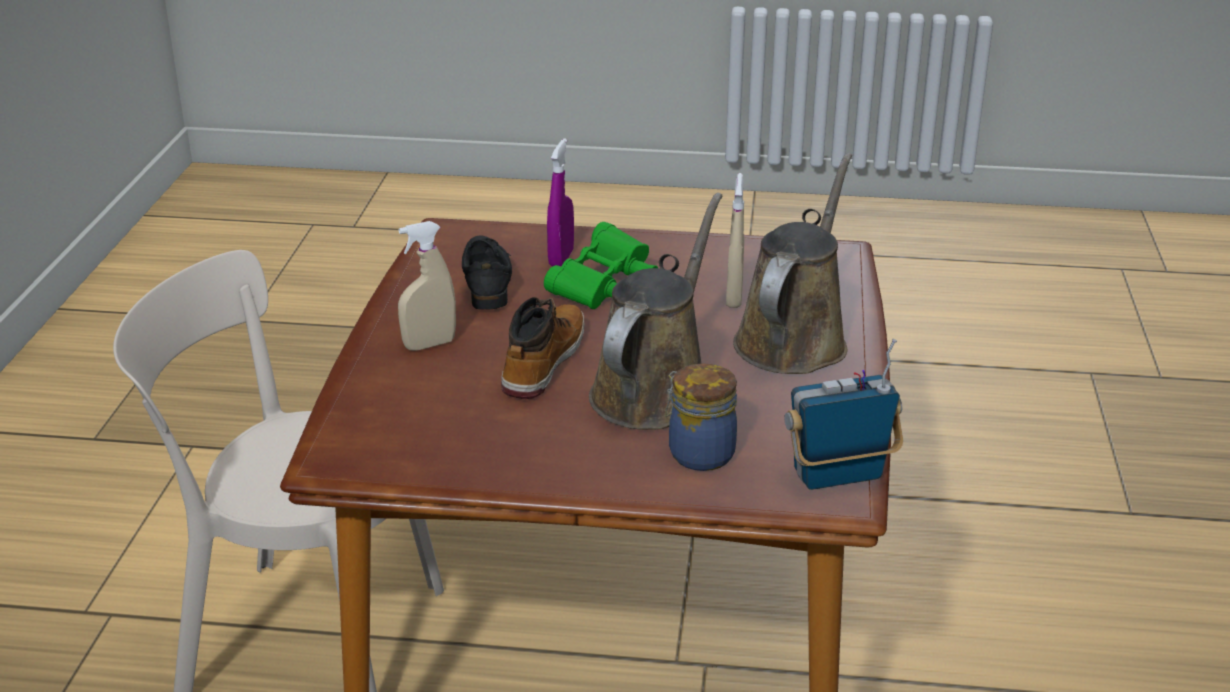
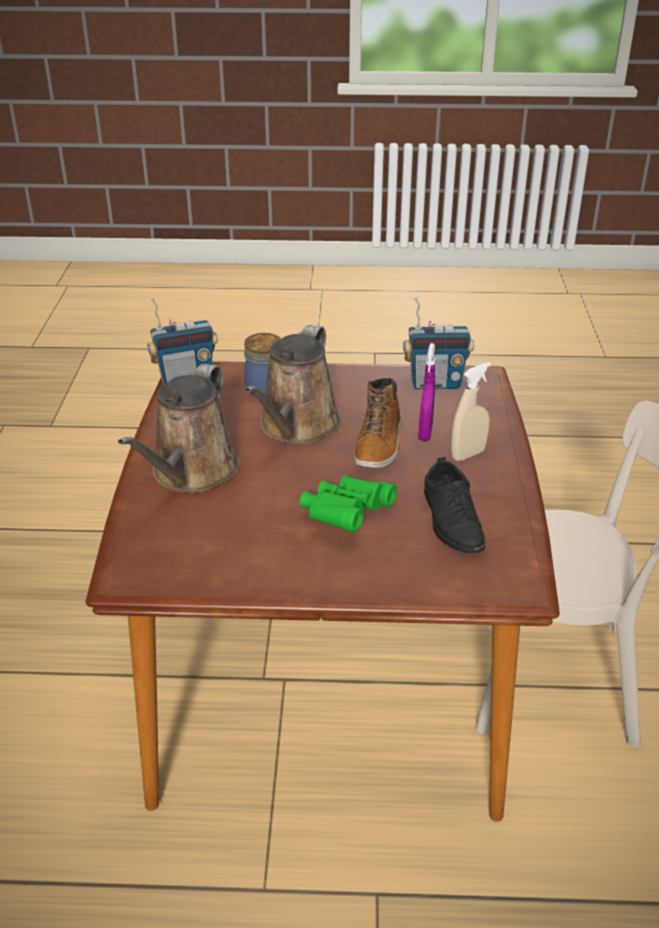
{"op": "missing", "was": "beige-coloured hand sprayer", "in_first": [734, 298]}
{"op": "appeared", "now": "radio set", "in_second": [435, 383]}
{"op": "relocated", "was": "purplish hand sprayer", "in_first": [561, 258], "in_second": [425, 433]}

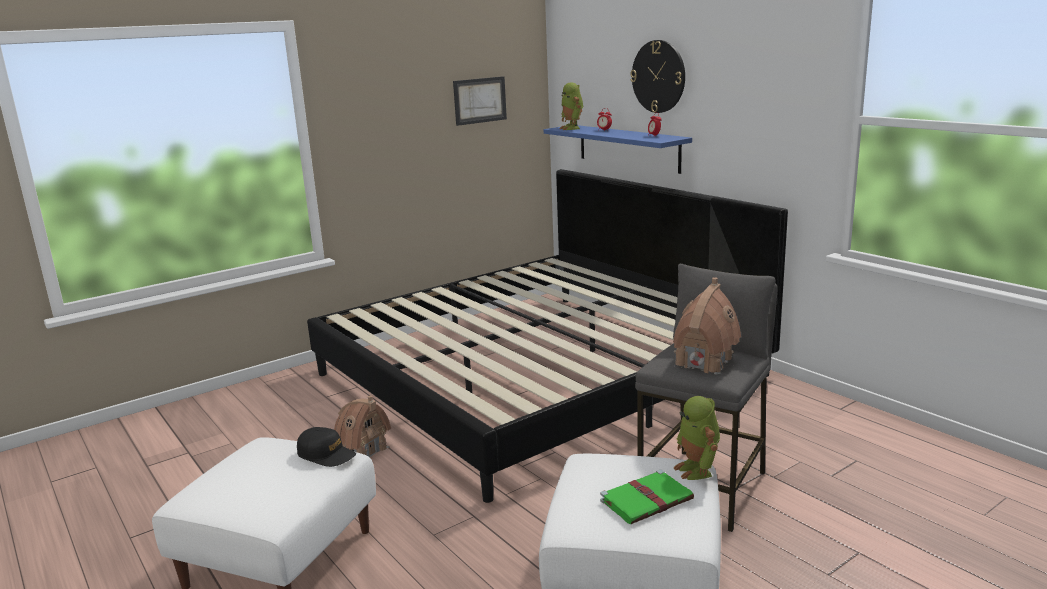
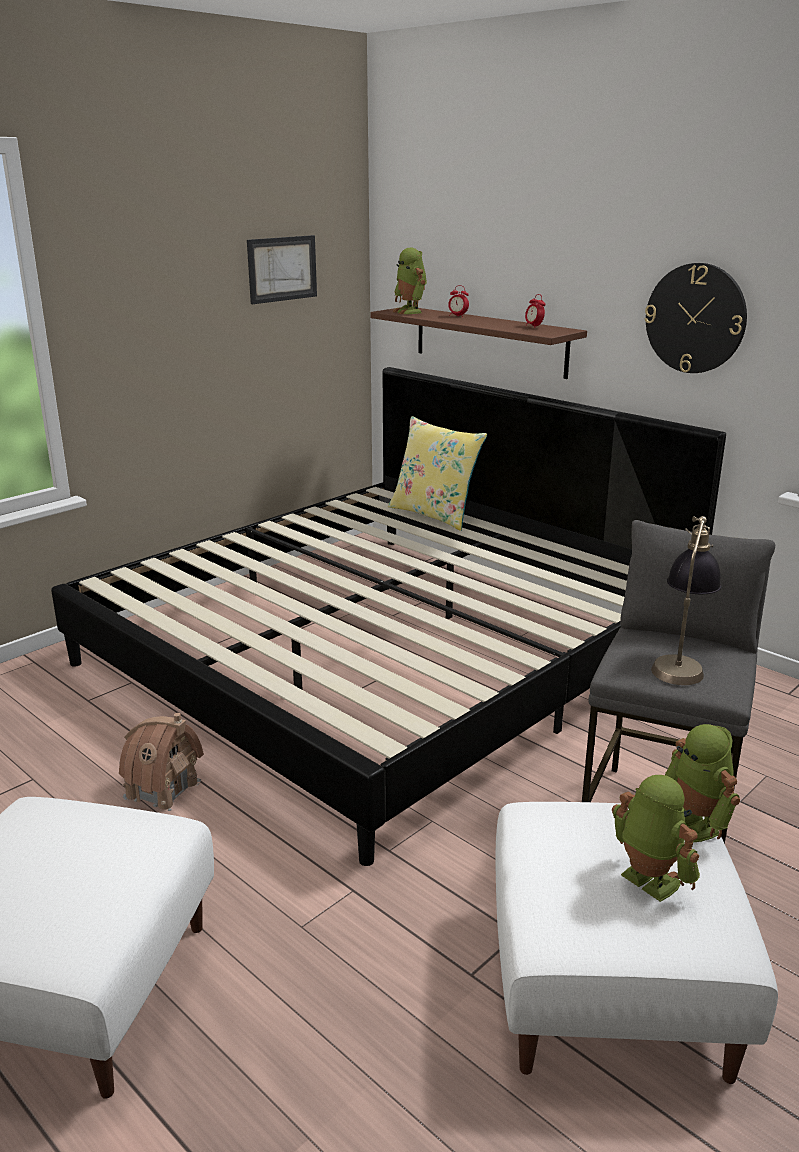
{"op": "missing", "was": "black peaked cap", "in_first": [326, 455]}
{"op": "appeared", "now": "yellowish pillow", "in_second": [434, 514]}
{"op": "relocated", "was": "hanging clock", "in_first": [658, 76], "in_second": [695, 318]}
{"op": "exchanged", "was": "greenish bound book", "now": "robot figure", "in_first": [647, 500], "in_second": [647, 882]}
{"op": "exchanged", "was": "toy house", "now": "tabletop lamp", "in_first": [703, 361], "in_second": [681, 662]}
{"op": "colour", "was": "blue shelf", "now": "brownish shelf", "in_first": [628, 148], "in_second": [489, 341]}

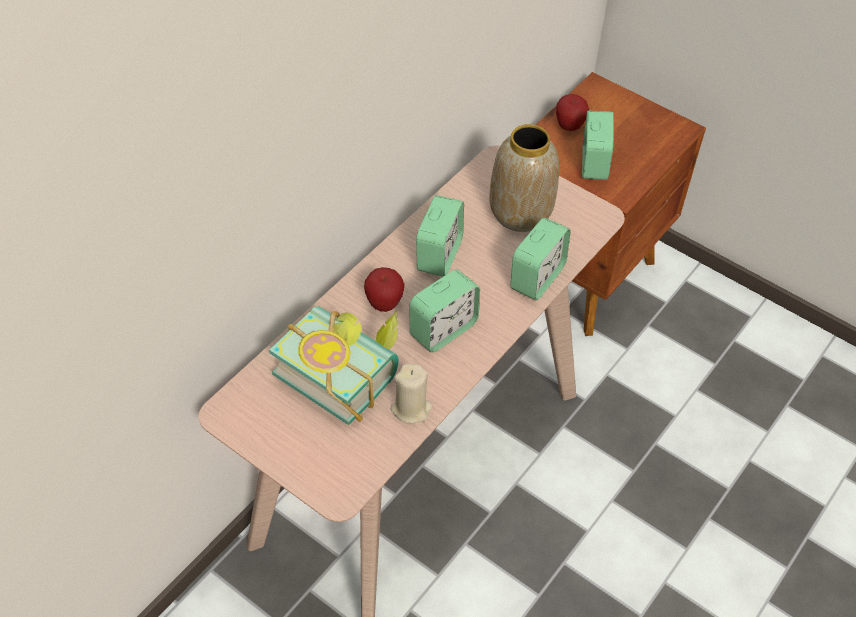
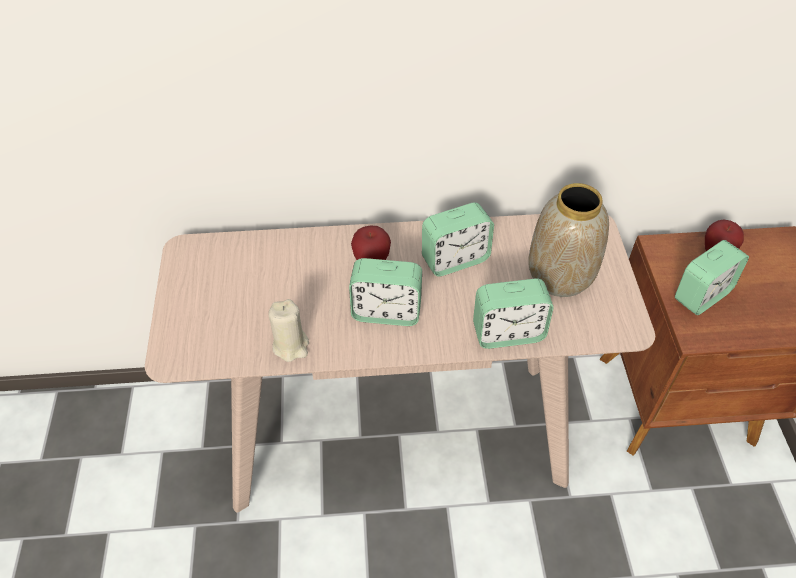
{"op": "missing", "was": "bound book", "in_first": [343, 370]}

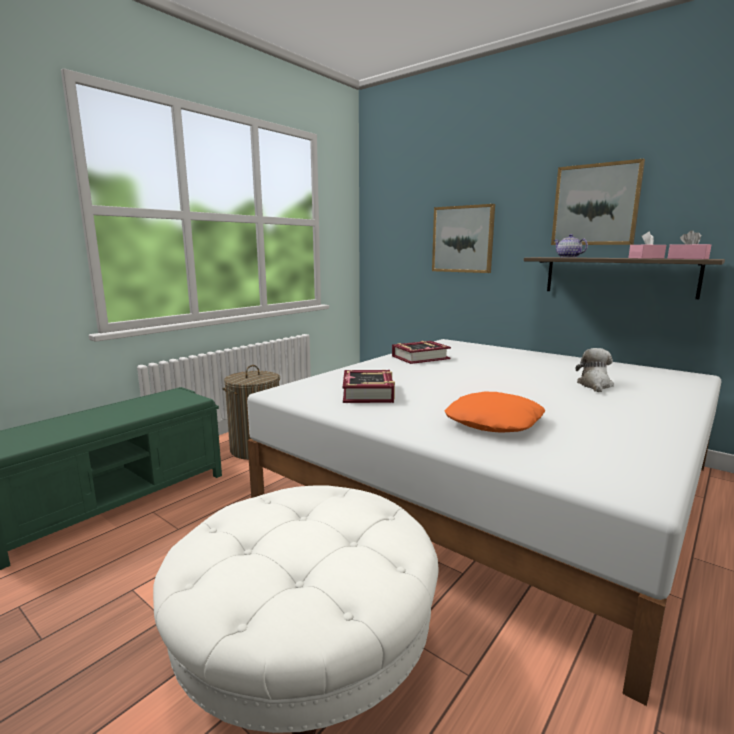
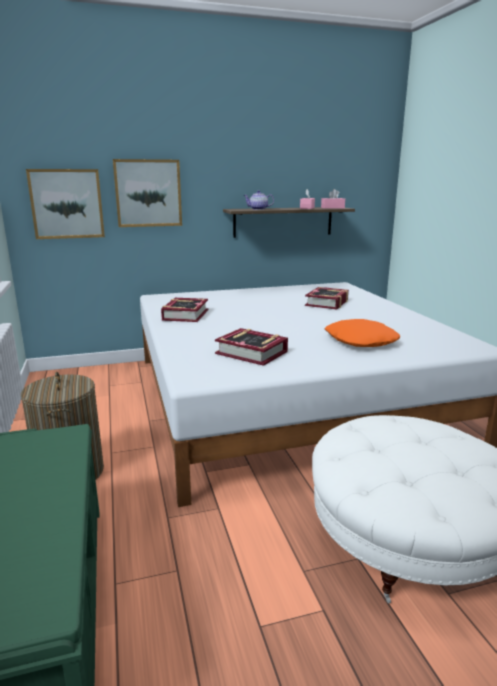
{"op": "relocated", "was": "picture", "in_first": [595, 205], "in_second": [67, 204]}
{"op": "exchanged", "was": "soft toy", "now": "bound book", "in_first": [594, 385], "in_second": [327, 303]}

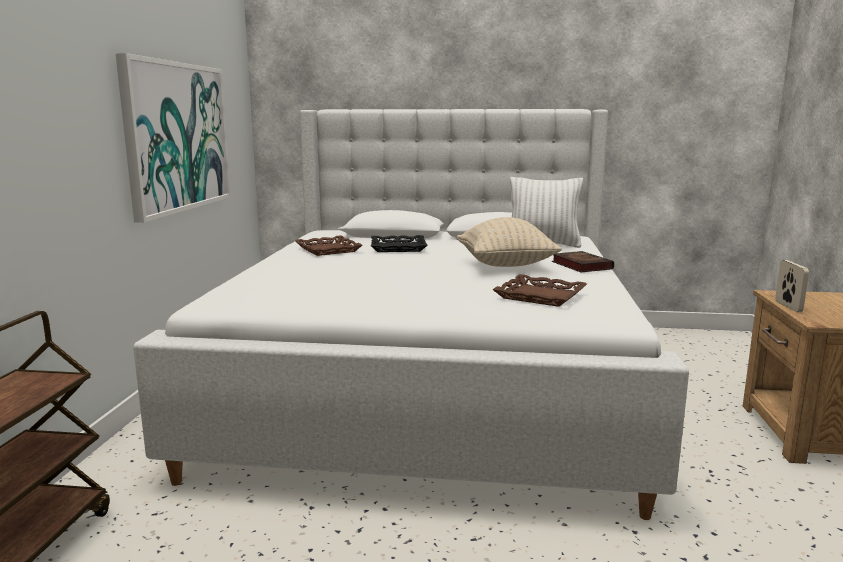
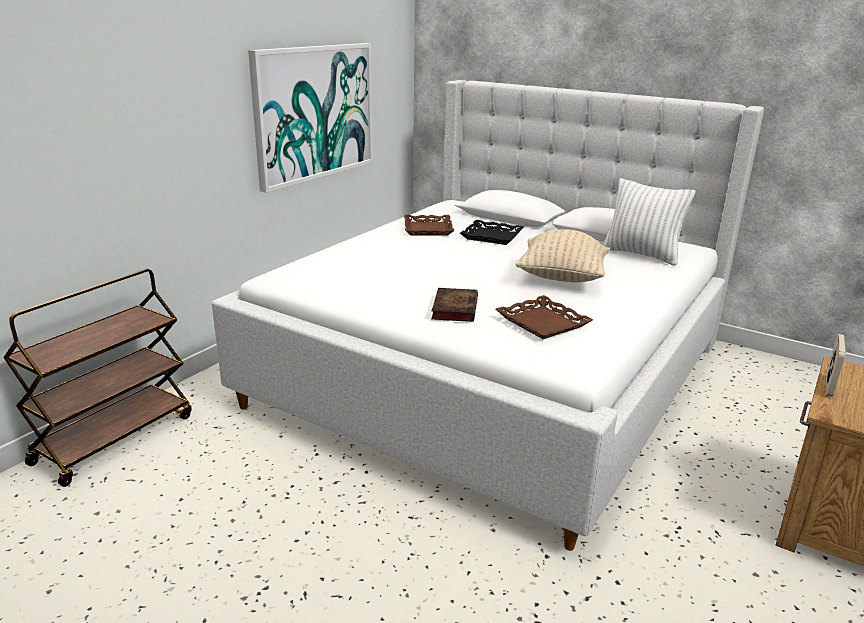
{"op": "relocated", "was": "bound book", "in_first": [580, 265], "in_second": [454, 308]}

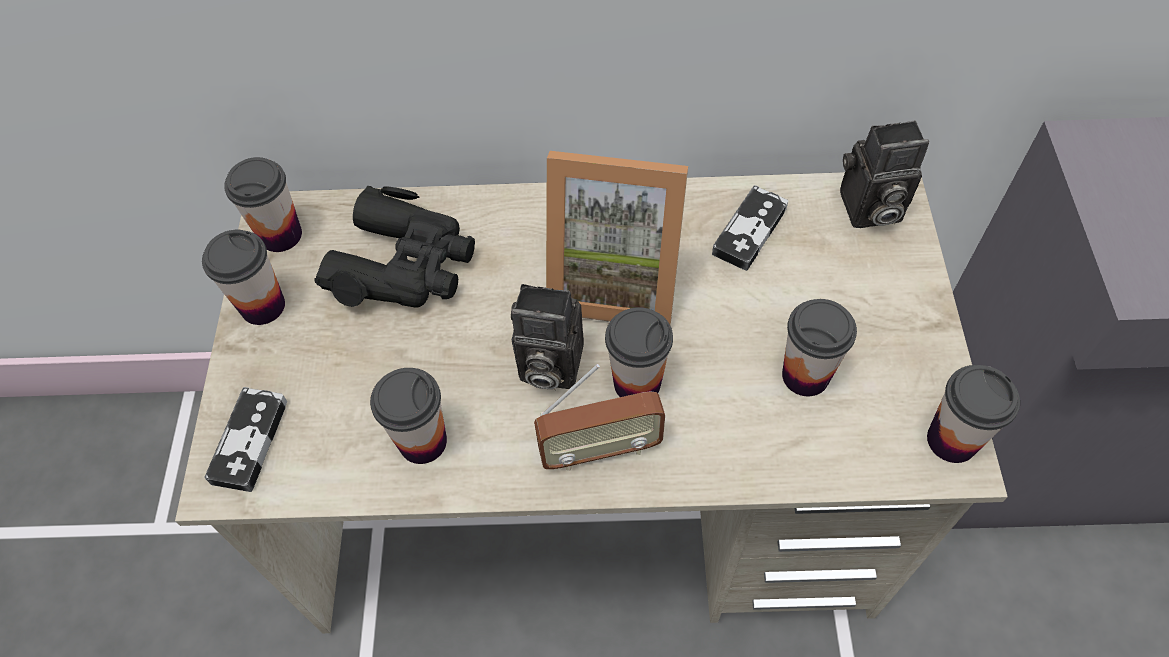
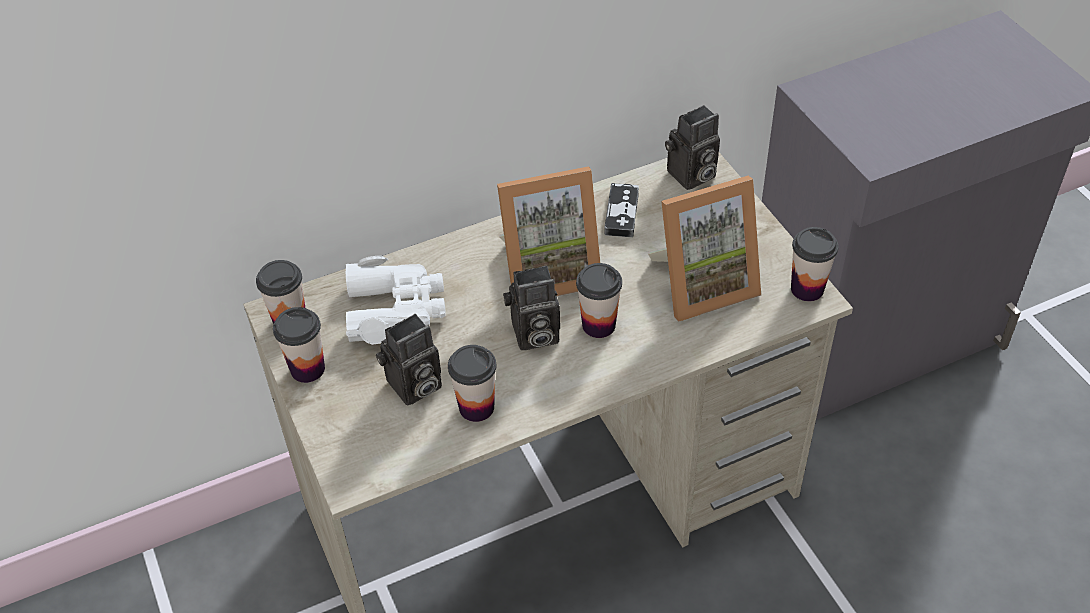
{"op": "missing", "was": "gamepad", "in_first": [250, 441]}
{"op": "missing", "was": "radio set", "in_first": [600, 450]}
{"op": "appeared", "now": "still camera", "in_second": [413, 387]}
{"op": "exchanged", "was": "drinking cup", "now": "picture frame", "in_first": [805, 375], "in_second": [702, 284]}
{"op": "colour", "was": "black pair of binoculars", "now": "whitish pair of binoculars", "in_first": [405, 264], "in_second": [396, 309]}

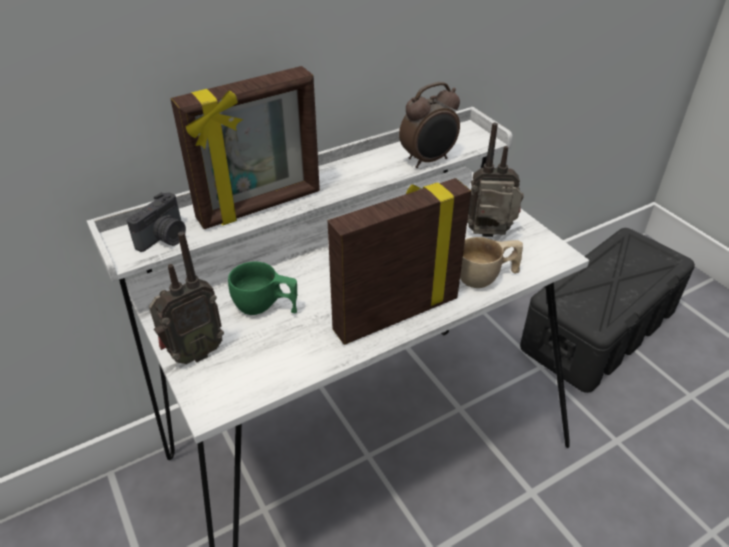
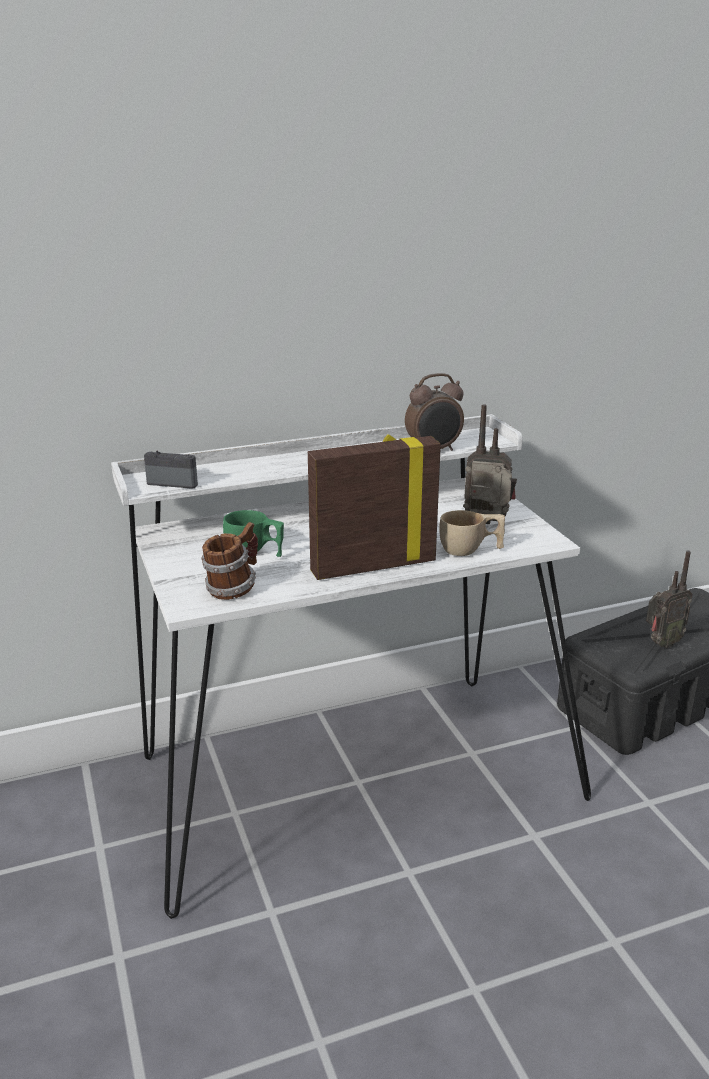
{"op": "missing", "was": "picture frame", "in_first": [260, 207]}
{"op": "appeared", "now": "coffee mug", "in_second": [233, 588]}
{"op": "relocated", "was": "radio set", "in_first": [193, 354], "in_second": [661, 643]}
{"op": "spun", "was": "still camera", "in_first": [165, 238], "in_second": [175, 481], "clockwise": -120}

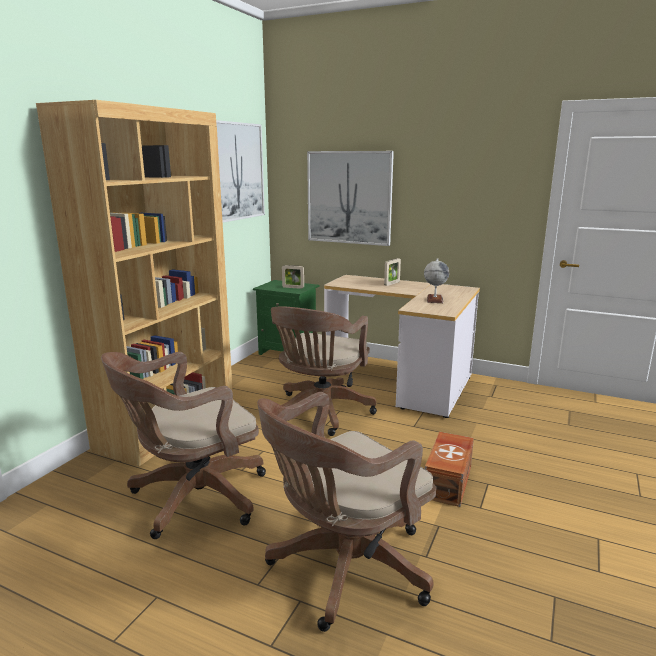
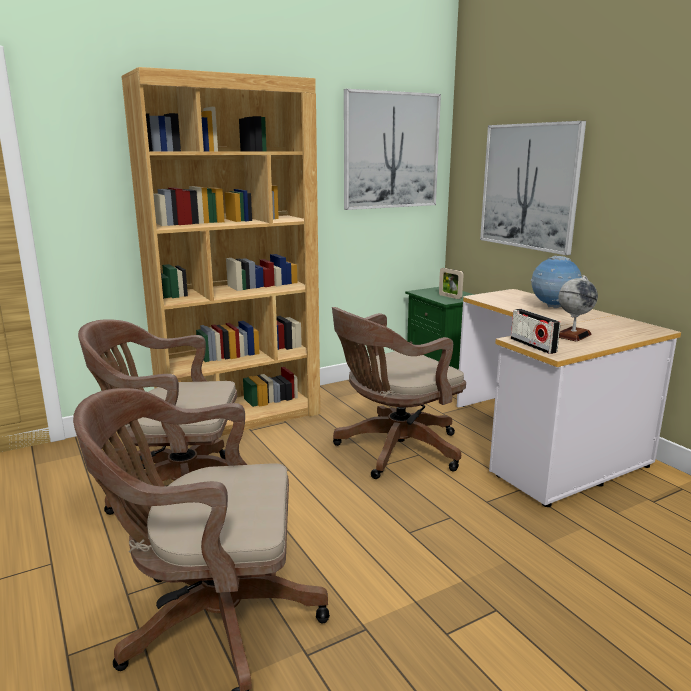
{"op": "missing", "was": "brownish storage bin", "in_first": [449, 482]}
{"op": "appeared", "now": "radio set", "in_second": [533, 345]}
{"op": "exchanged", "was": "picture frame", "now": "world globe", "in_first": [392, 283], "in_second": [553, 307]}

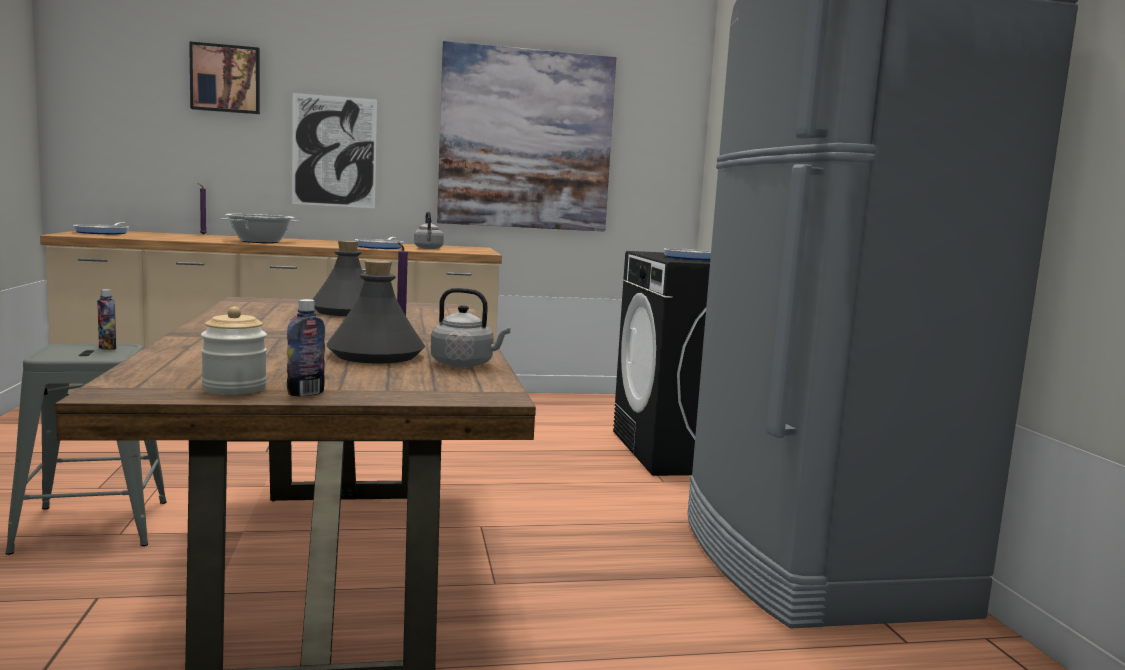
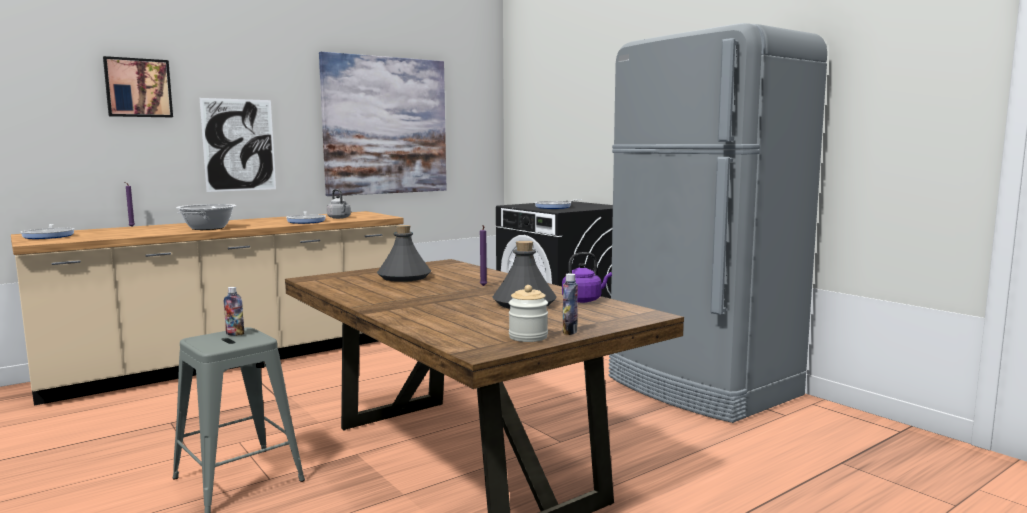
{"op": "colour", "was": "gray kettle", "now": "purplish kettle", "in_first": [465, 364], "in_second": [584, 300]}

